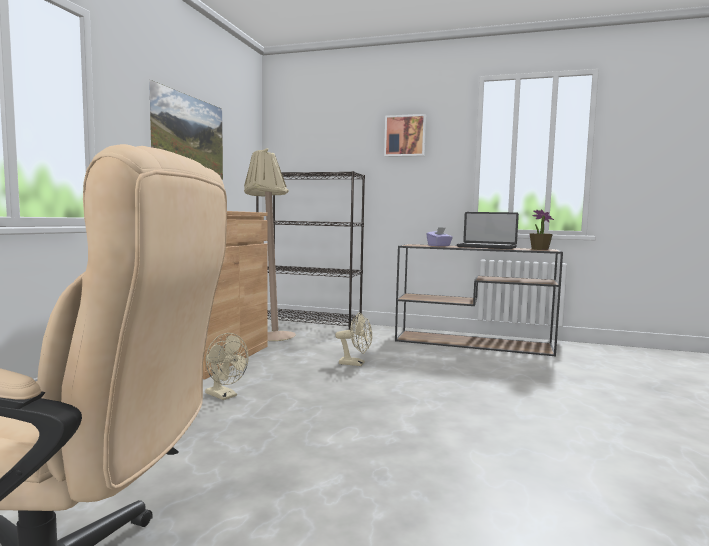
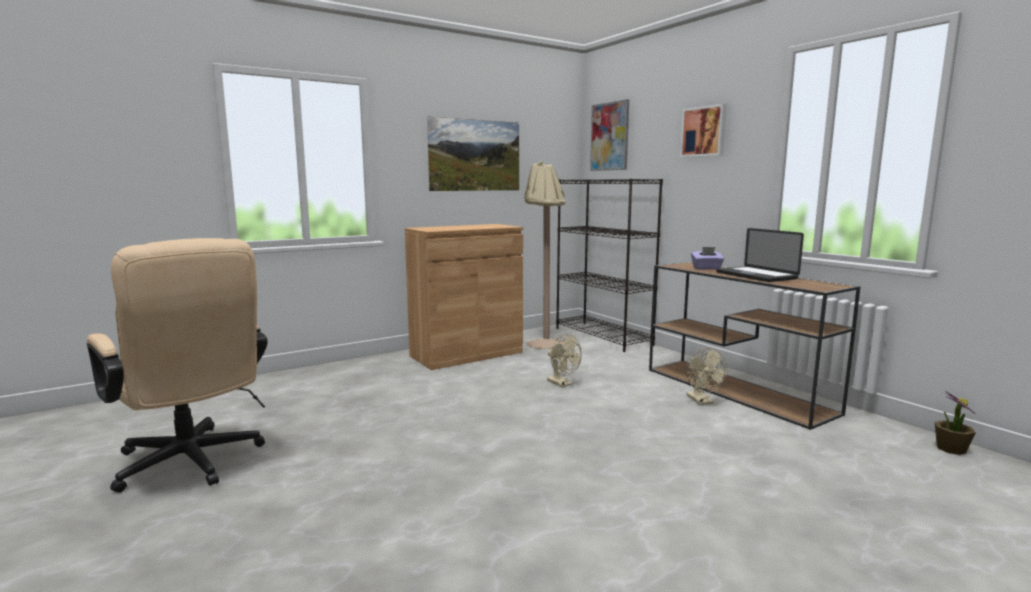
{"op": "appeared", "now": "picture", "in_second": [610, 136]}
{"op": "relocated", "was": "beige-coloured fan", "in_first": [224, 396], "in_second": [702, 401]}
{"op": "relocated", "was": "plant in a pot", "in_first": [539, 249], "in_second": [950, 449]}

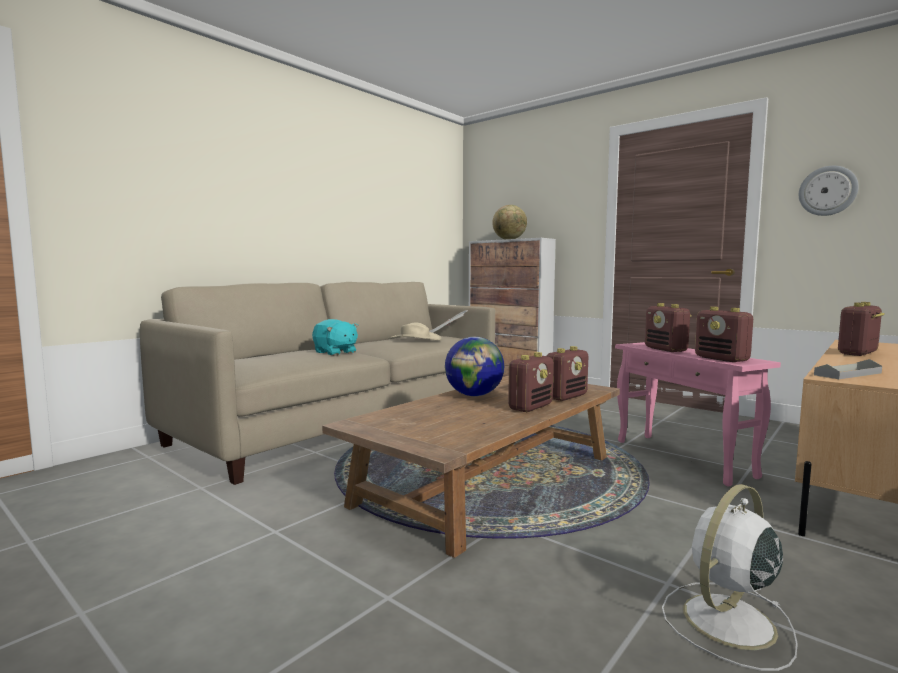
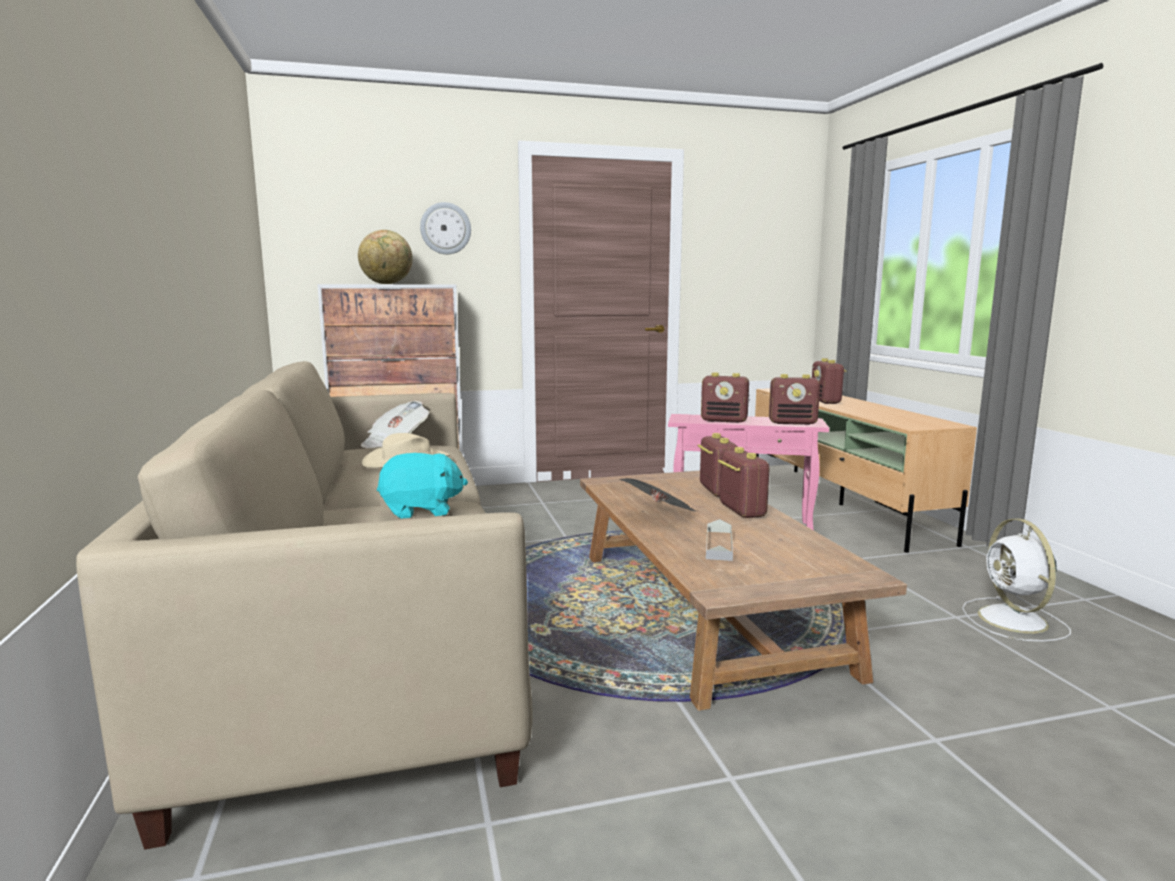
{"op": "relocated", "was": "hanging clock", "in_first": [827, 191], "in_second": [445, 228]}
{"op": "relocated", "was": "gray tray", "in_first": [848, 374], "in_second": [719, 545]}
{"op": "exchanged", "was": "world globe", "now": "newspaper", "in_first": [474, 395], "in_second": [660, 516]}

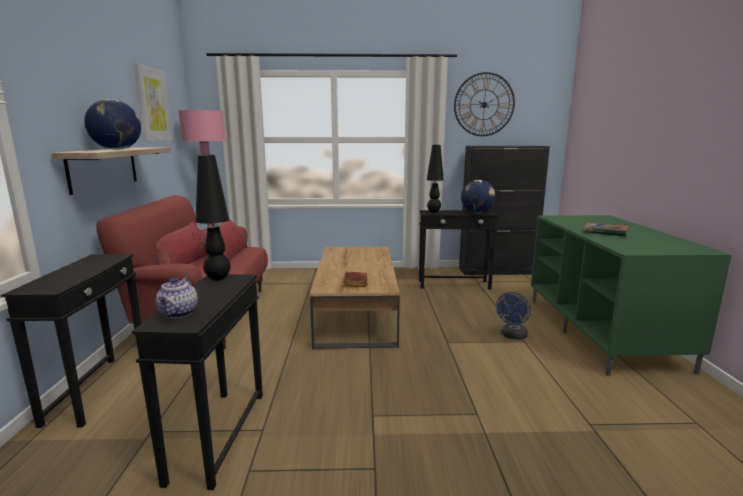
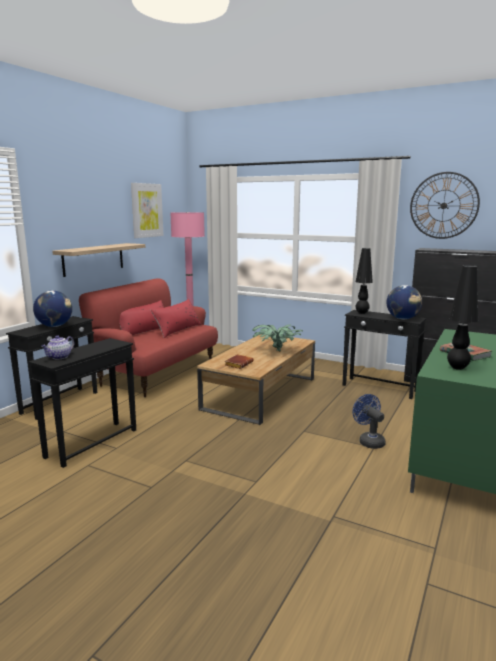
{"op": "appeared", "now": "plant in a pot", "in_second": [277, 351]}
{"op": "relocated", "was": "world globe", "in_first": [117, 149], "in_second": [55, 326]}
{"op": "relocated", "was": "black tabletop lamp", "in_first": [218, 278], "in_second": [457, 368]}
{"op": "spun", "was": "blue fan", "in_first": [512, 336], "in_second": [369, 441], "clockwise": 90}

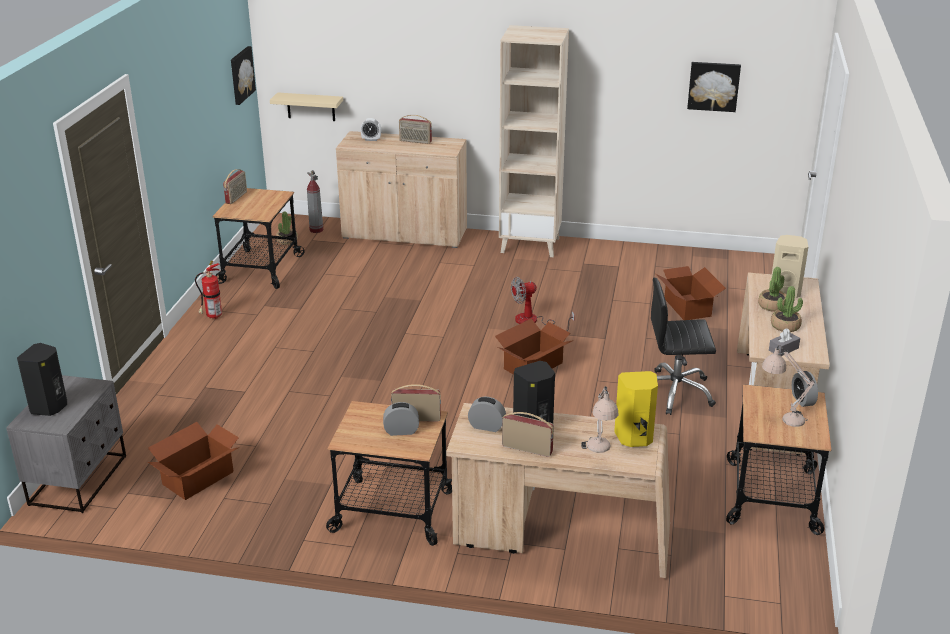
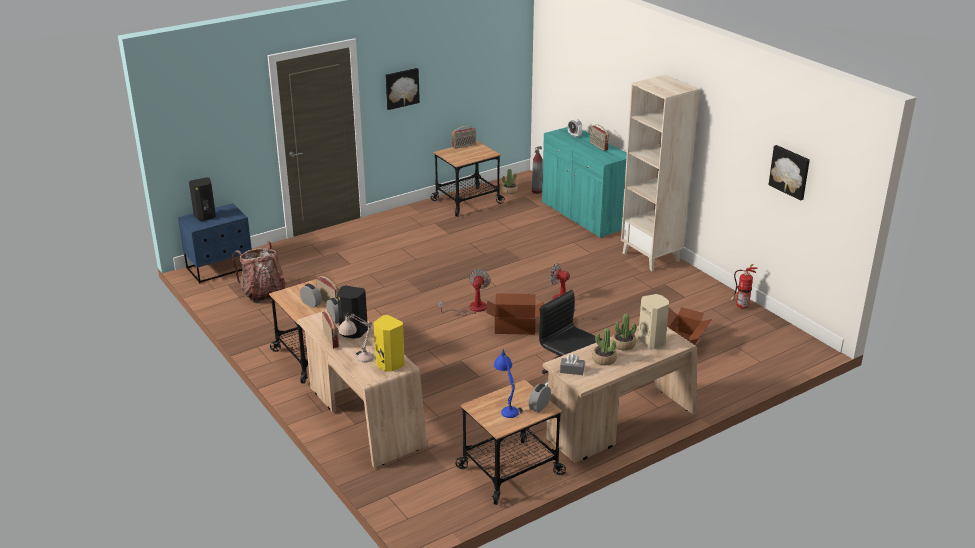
{"op": "missing", "was": "beige-coloured shelf", "in_first": [311, 107]}
{"op": "appeared", "now": "fan", "in_second": [471, 308]}
{"op": "relocated", "was": "extinguisher", "in_first": [212, 317], "in_second": [740, 306]}
{"op": "relocated", "was": "picture", "in_first": [241, 75], "in_second": [401, 88]}
{"op": "exchanged", "was": "carton", "now": "backpack", "in_first": [197, 478], "in_second": [263, 293]}
{"op": "colour", "was": "gray night table", "now": "blue night table", "in_first": [79, 480], "in_second": [220, 268]}
{"op": "colour", "was": "beige-coloured cabinet", "now": "turquoise-coloured cabinet", "in_first": [404, 234], "in_second": [584, 216]}
{"op": "colour", "was": "beige-coloured tabletop lamp", "now": "blue tabletop lamp", "in_first": [781, 416], "in_second": [507, 407]}

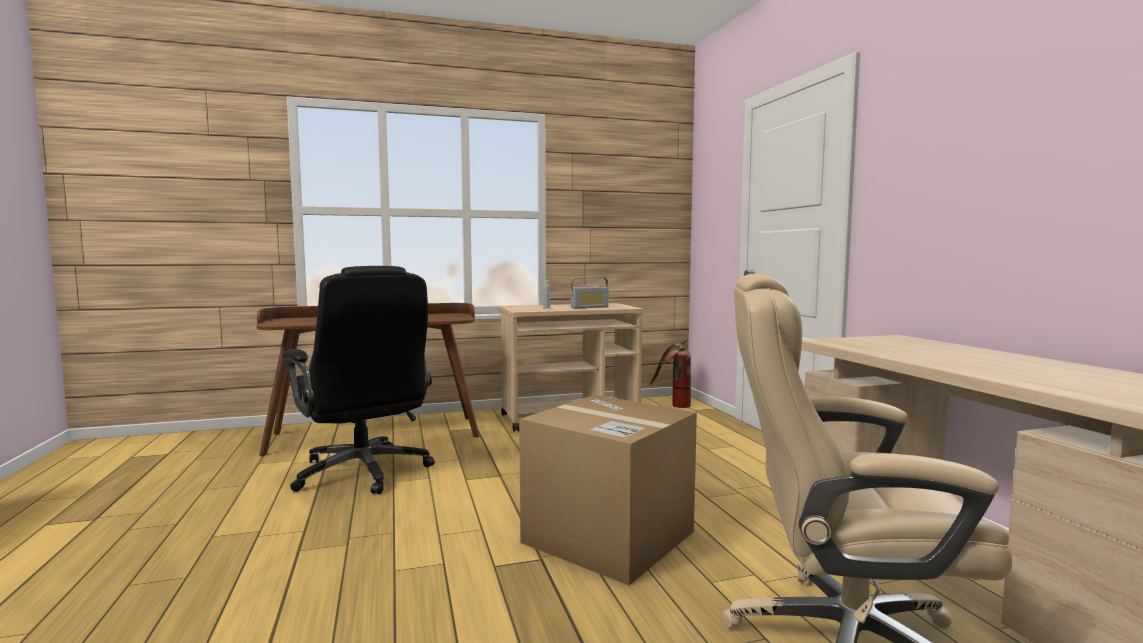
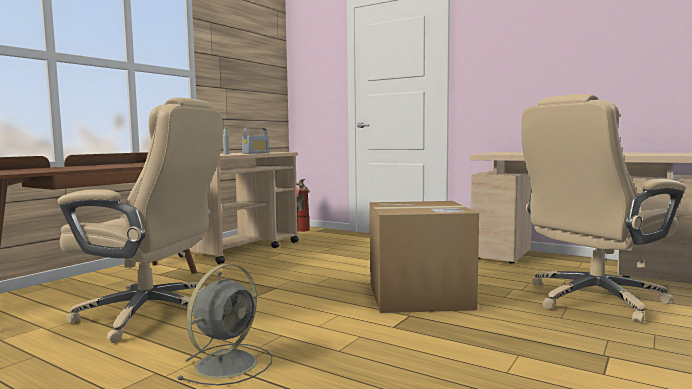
{"op": "appeared", "now": "gray fan", "in_second": [228, 363]}
{"op": "colour", "was": "black desk chair", "now": "beige-coloured desk chair", "in_first": [363, 472], "in_second": [151, 314]}

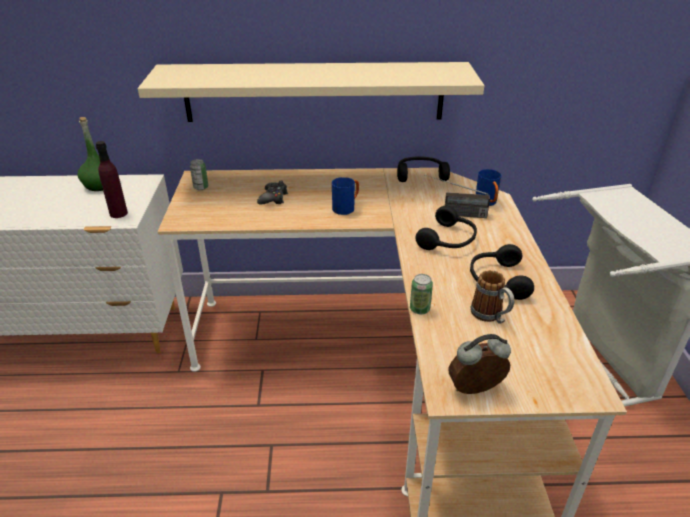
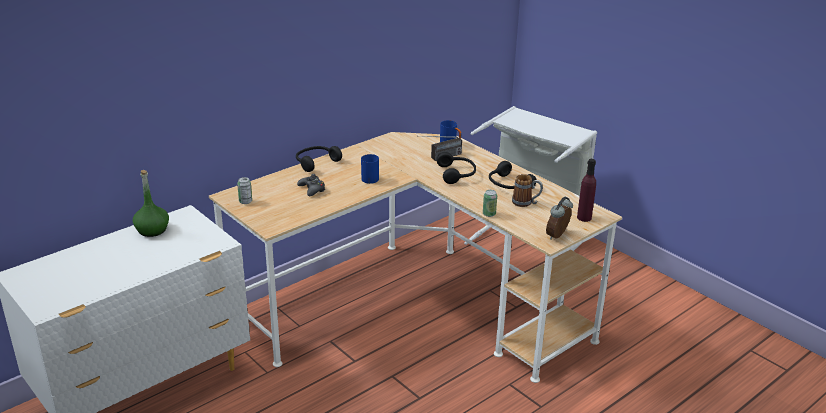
{"op": "missing", "was": "beige-coloured shelf", "in_first": [314, 92]}
{"op": "relocated", "was": "purplish bottle", "in_first": [118, 213], "in_second": [584, 217]}
{"op": "relocated", "was": "black headphones", "in_first": [420, 175], "in_second": [315, 162]}

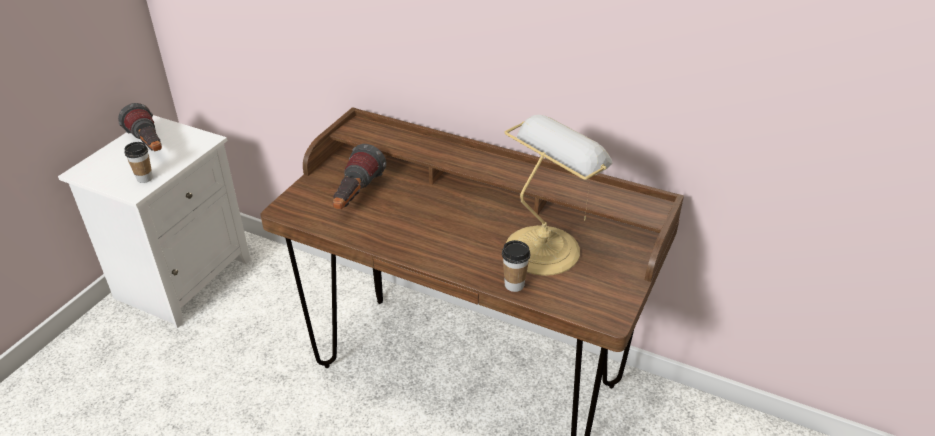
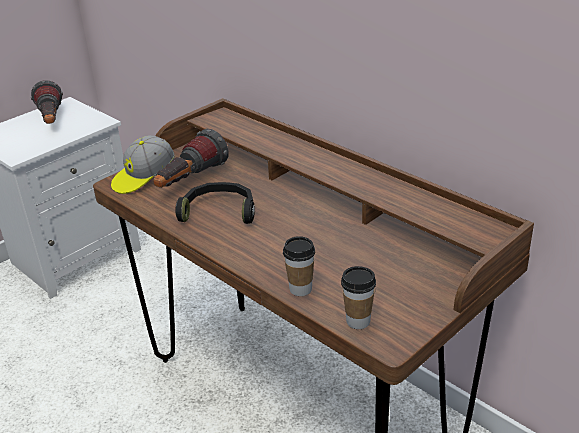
{"op": "missing", "was": "tabletop lamp", "in_first": [545, 247]}
{"op": "appeared", "now": "peaked cap", "in_second": [143, 177]}
{"op": "appeared", "now": "black headphones", "in_second": [219, 211]}
{"op": "relocated", "was": "drinking cup", "in_first": [145, 178], "in_second": [358, 321]}

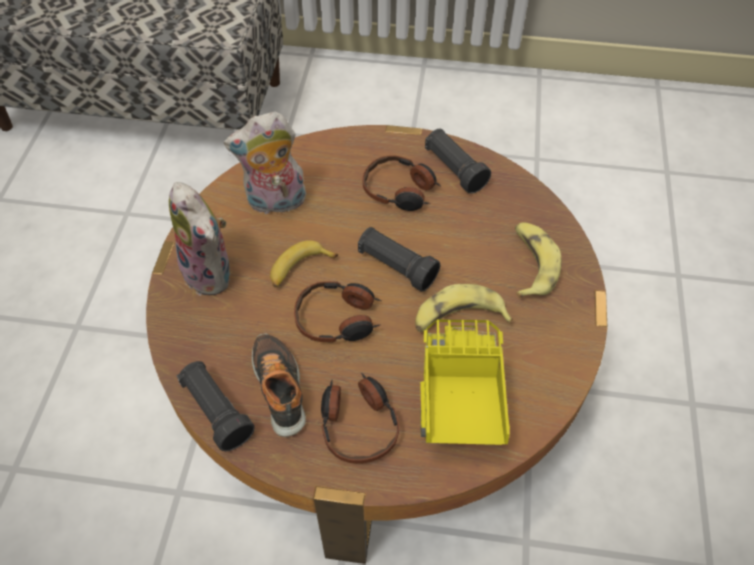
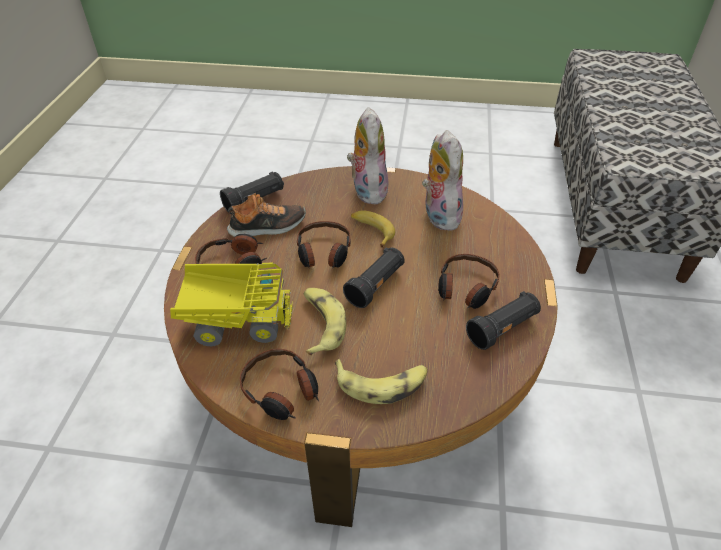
{"op": "appeared", "now": "headphones", "in_second": [281, 391]}
{"op": "spun", "was": "soft toy", "in_first": [212, 273], "in_second": [367, 190], "clockwise": 120}

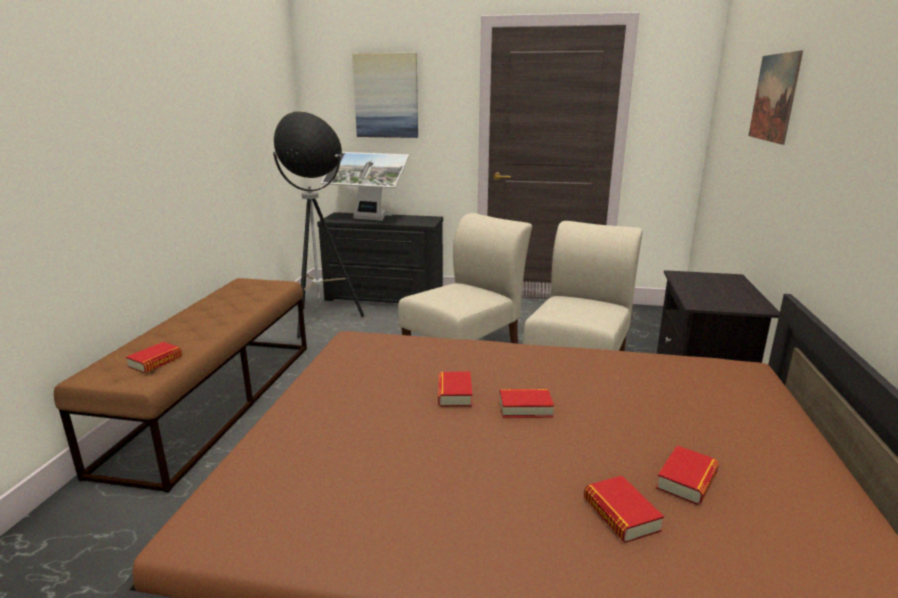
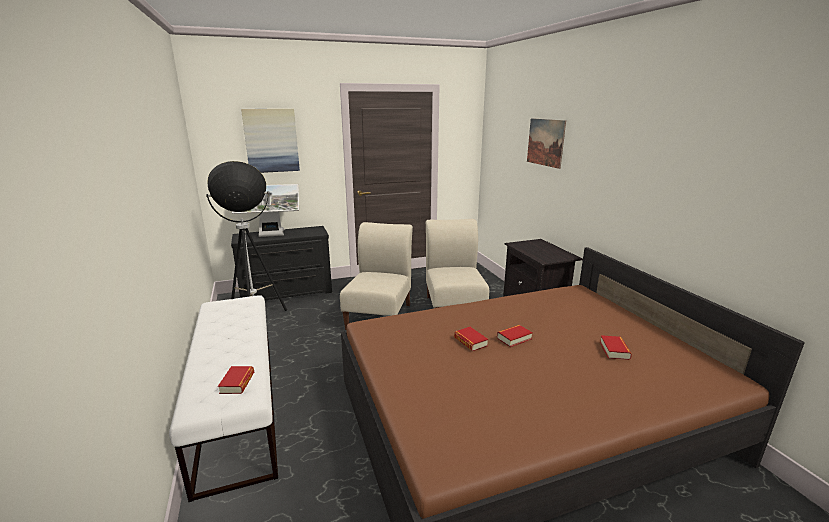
{"op": "missing", "was": "bound book", "in_first": [621, 514]}
{"op": "colour", "was": "brownish long seat", "now": "whitish long seat", "in_first": [216, 401], "in_second": [238, 404]}

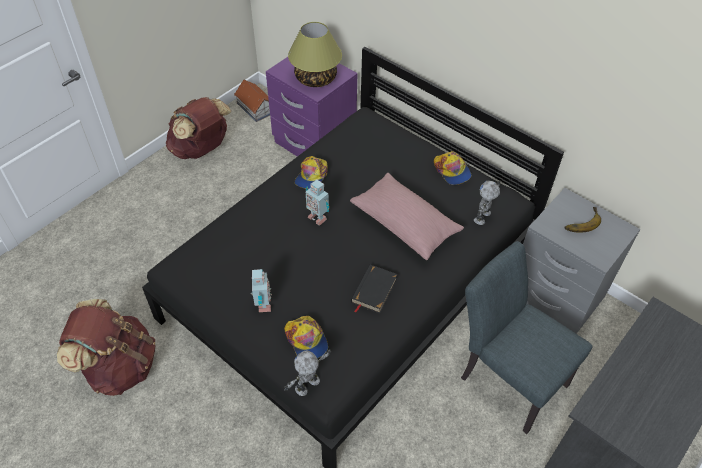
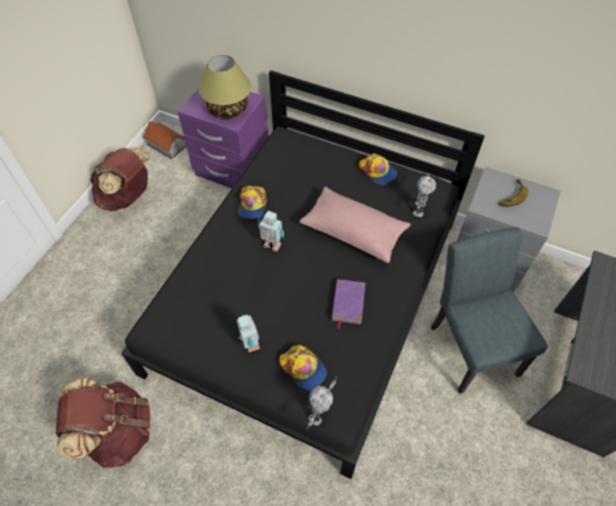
{"op": "colour", "was": "black bound book", "now": "purplish bound book", "in_first": [373, 291], "in_second": [348, 303]}
{"op": "spun", "was": "gray upright chair", "in_first": [507, 376], "in_second": [470, 344], "clockwise": 45}

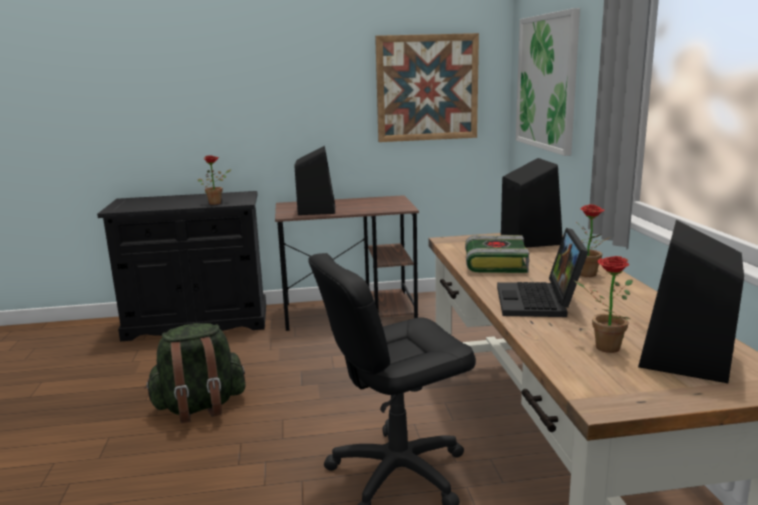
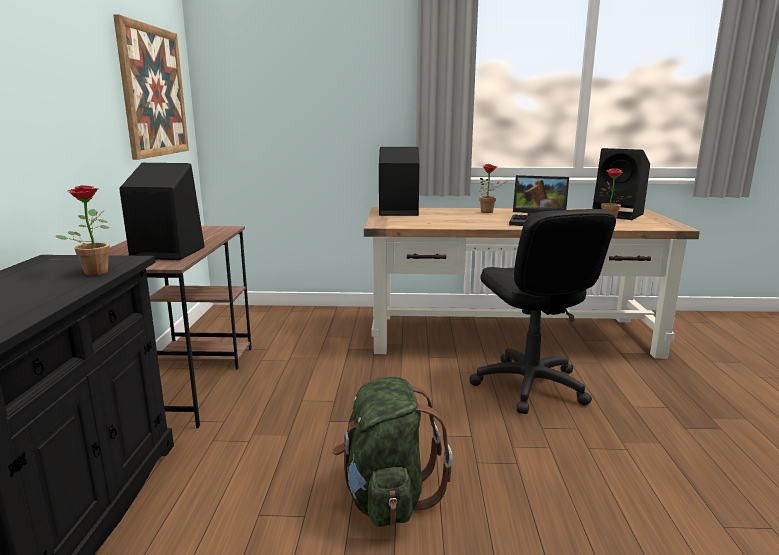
{"op": "missing", "was": "bound book", "in_first": [494, 263]}
{"op": "missing", "was": "picture", "in_first": [547, 82]}

